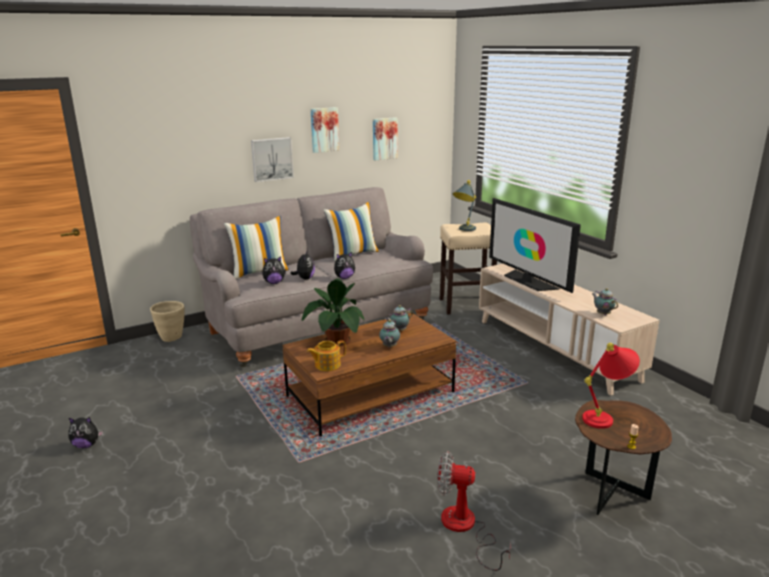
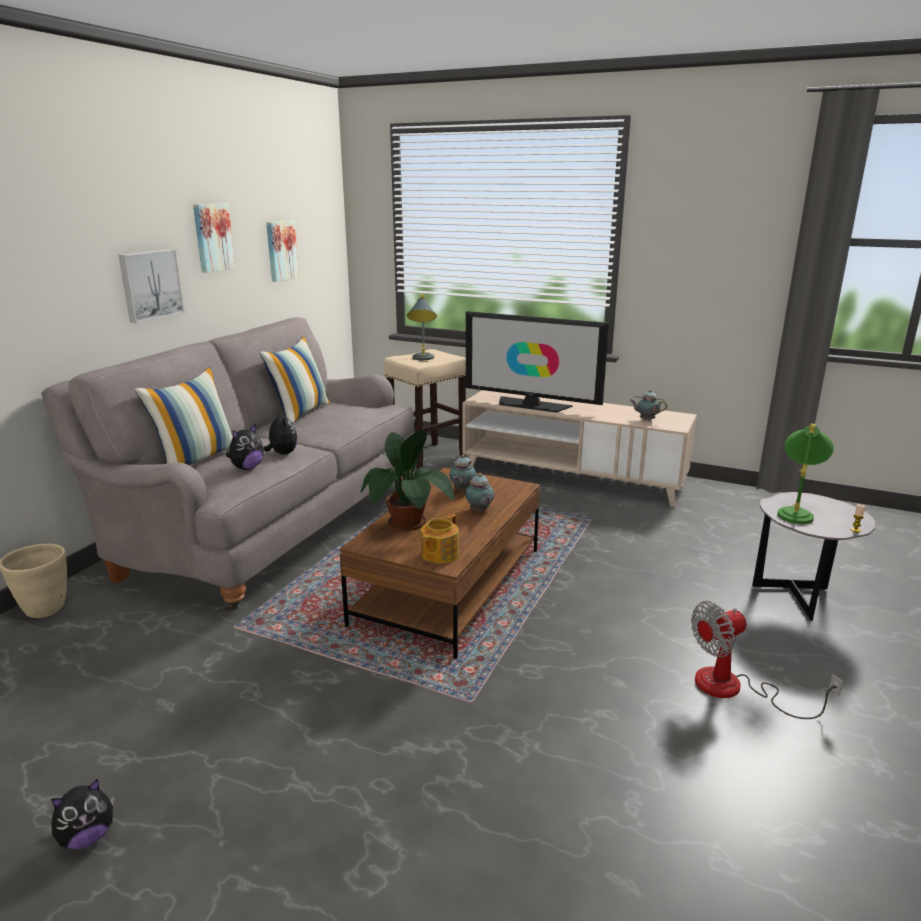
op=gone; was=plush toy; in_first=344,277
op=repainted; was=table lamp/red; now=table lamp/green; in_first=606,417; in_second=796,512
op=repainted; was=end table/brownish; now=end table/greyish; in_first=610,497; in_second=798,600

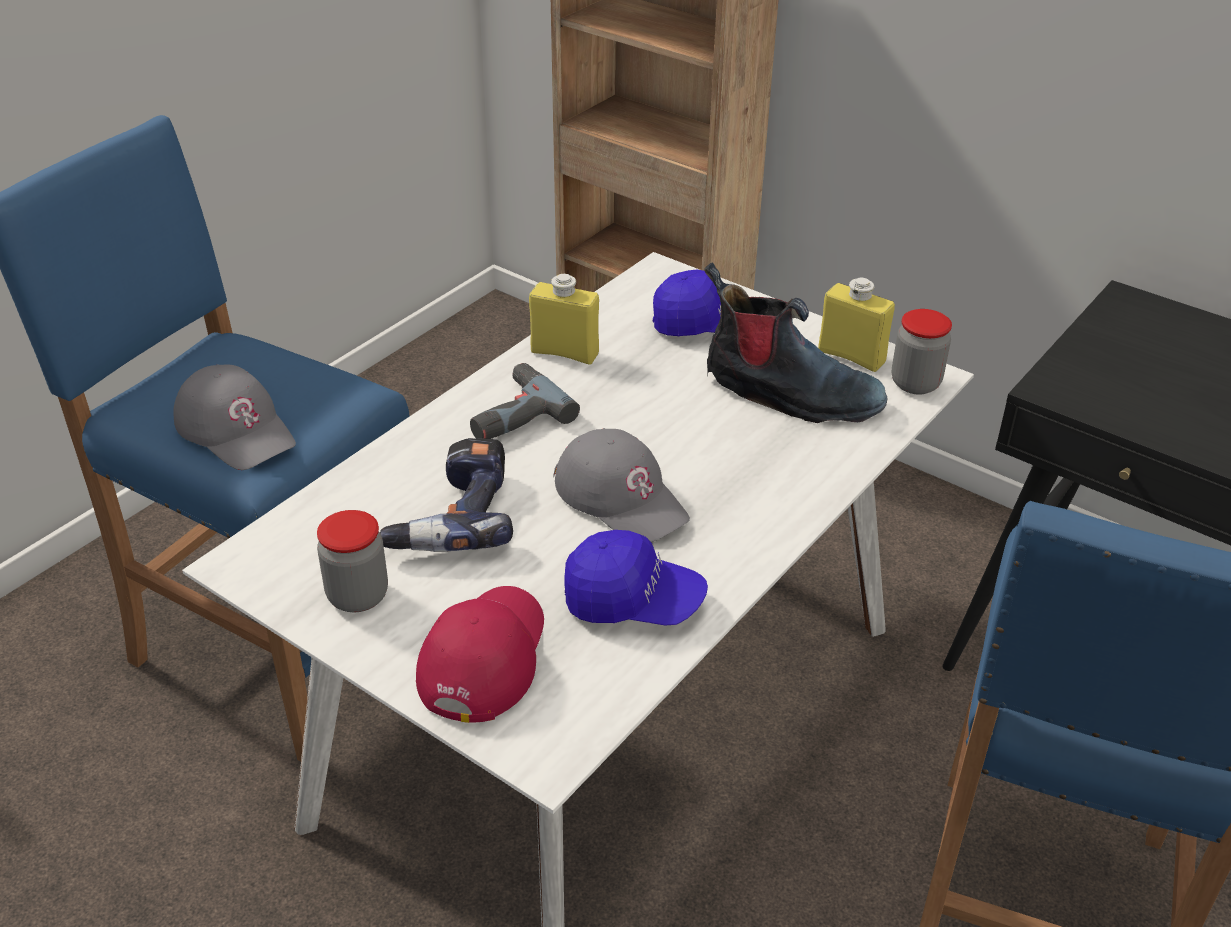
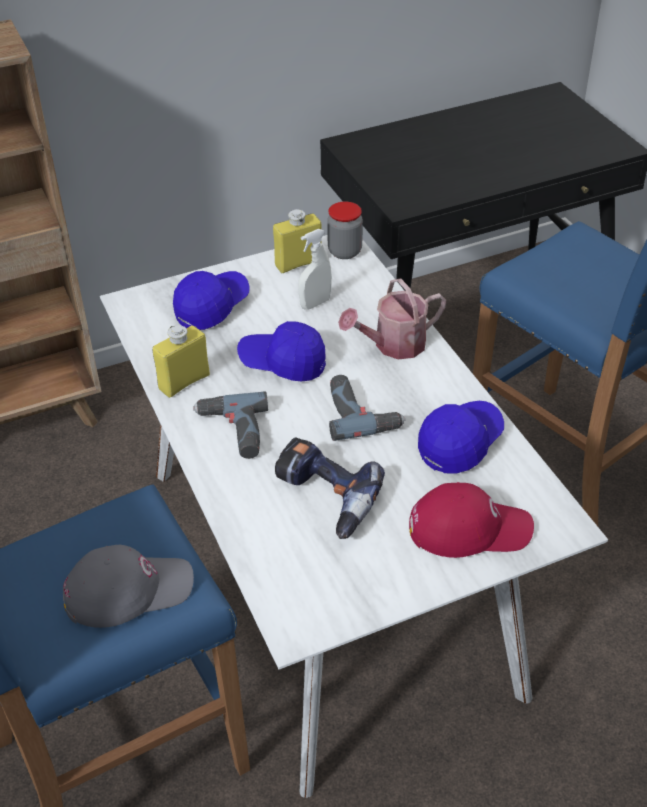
op=swapped; was=boot; now=spray bottle/white-coloured; in_first=789,395; in_second=315,303
op=swapped; was=cap/greyish; now=drill; in_first=621,497; in_second=361,412
op=gone; was=jar; in_first=358,596
op=rotated; was=cap/red; in_first=483,657; in_second=469,528; clockwise=135
op=new; now=watering pot; in_second=393,345
op=new; now=cap/bluish; in_second=283,363

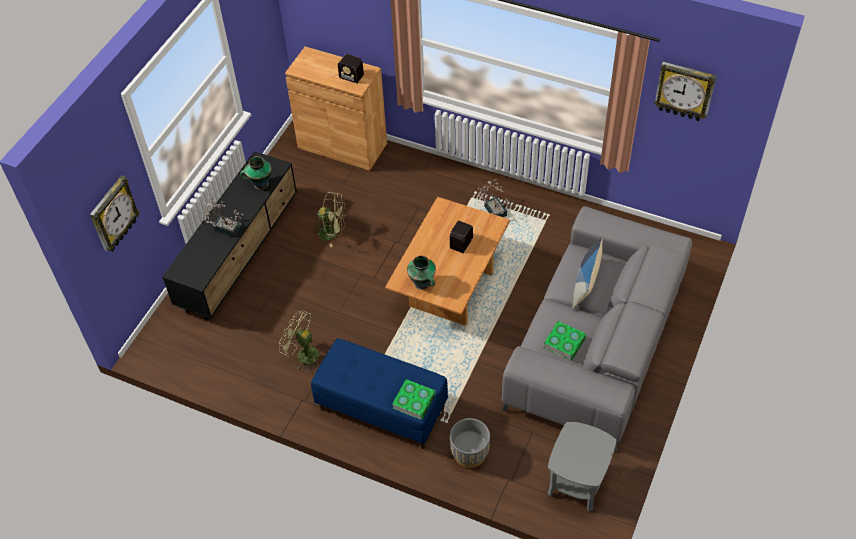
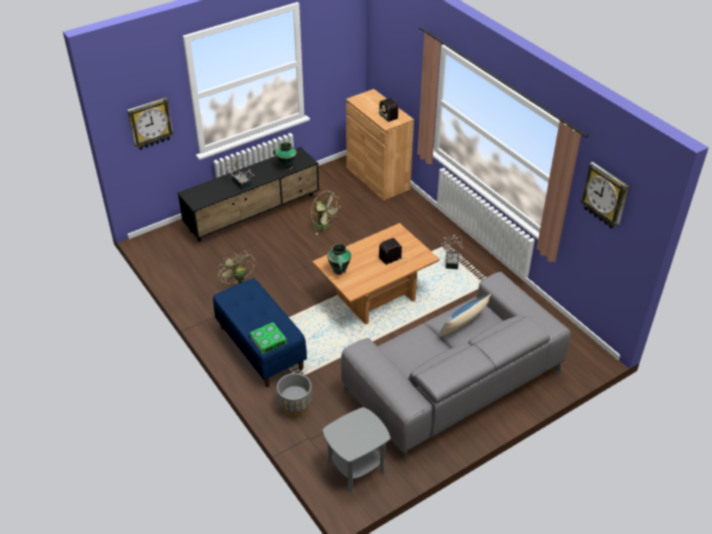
op=gone; was=volume; in_first=564,343

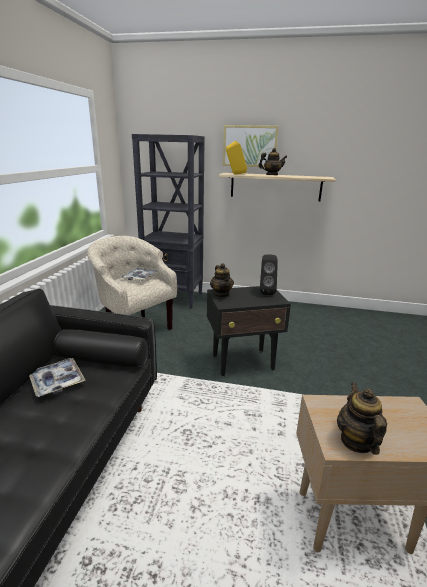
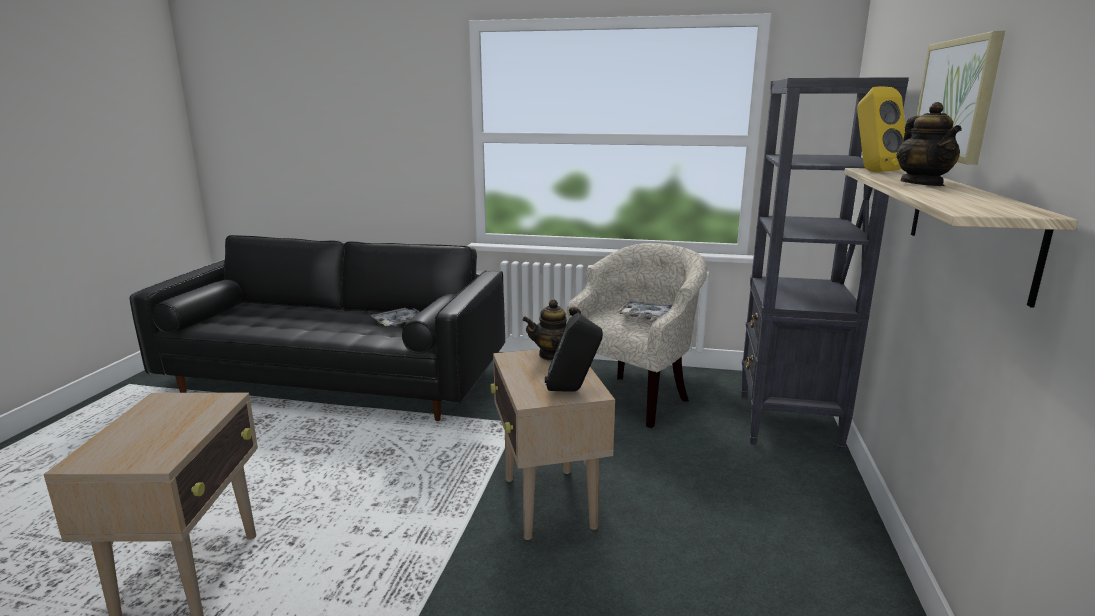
op=repainted; was=end table/black; now=end table/sand-coloured; in_first=243,362; in_second=548,503
op=gone; was=teapot; in_first=356,441

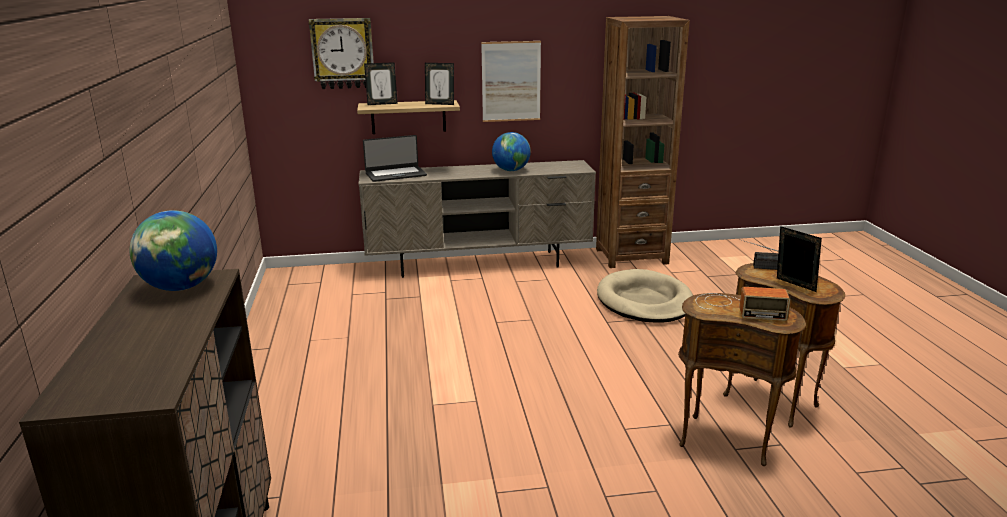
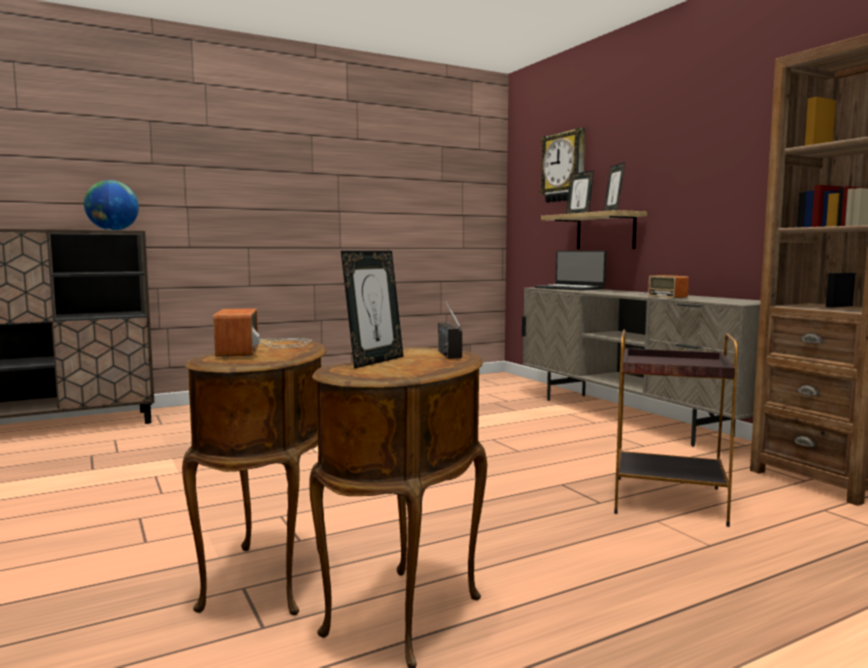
op=gone; was=wall art; in_first=511,81
op=swapped; was=globe; now=radio receiver; in_first=511,170; in_second=663,296
op=swapped; was=dog bed/sand-coloured; now=end table/brownish; in_first=644,301; in_second=667,500

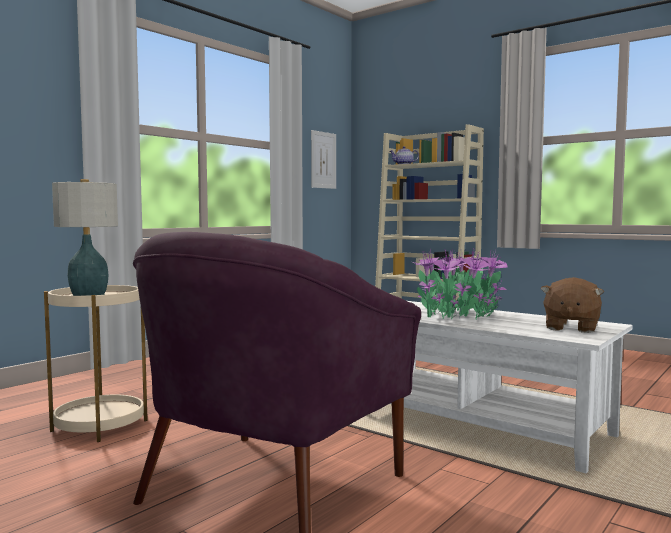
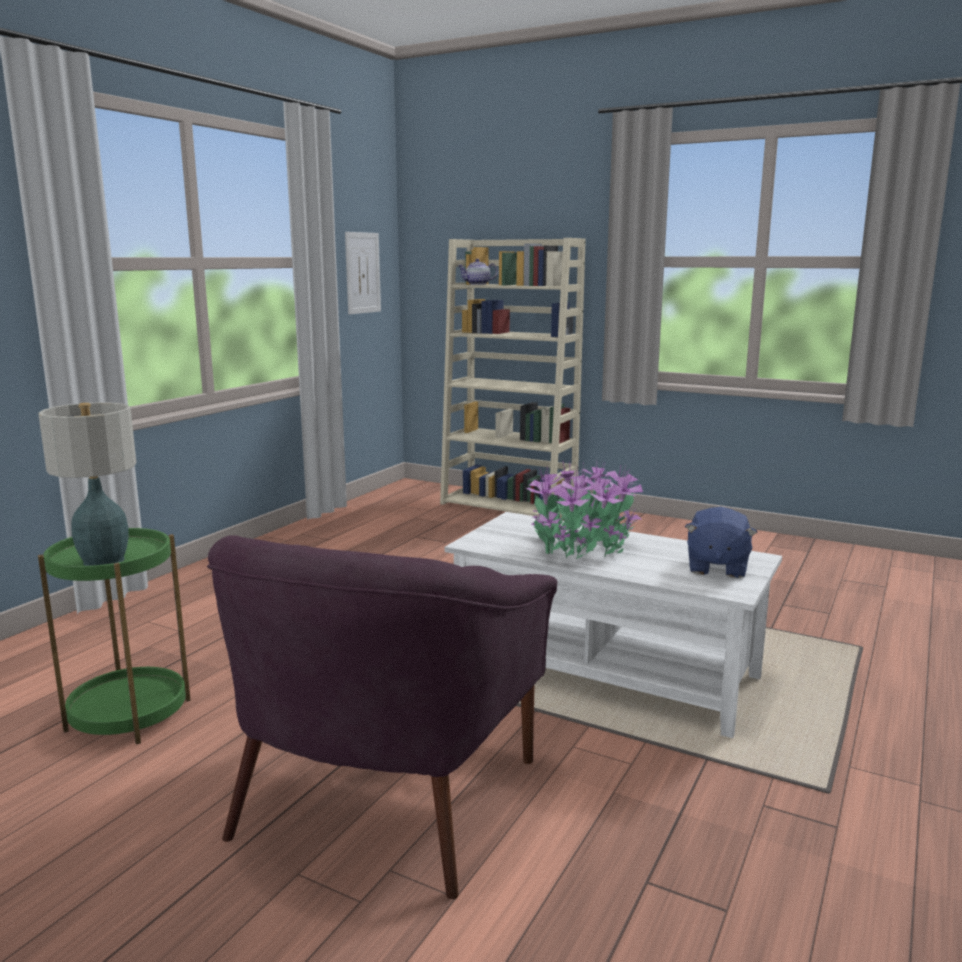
op=repainted; was=plush toy/brownish; now=plush toy/bluish; in_first=570,327; in_second=716,567
op=repainted; was=end table/sand-coloured; now=end table/green; in_first=99,425; in_second=128,715

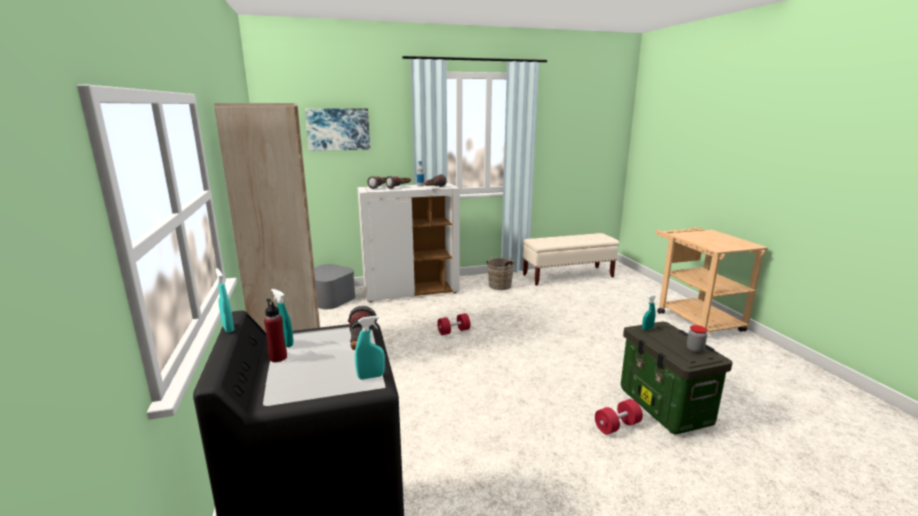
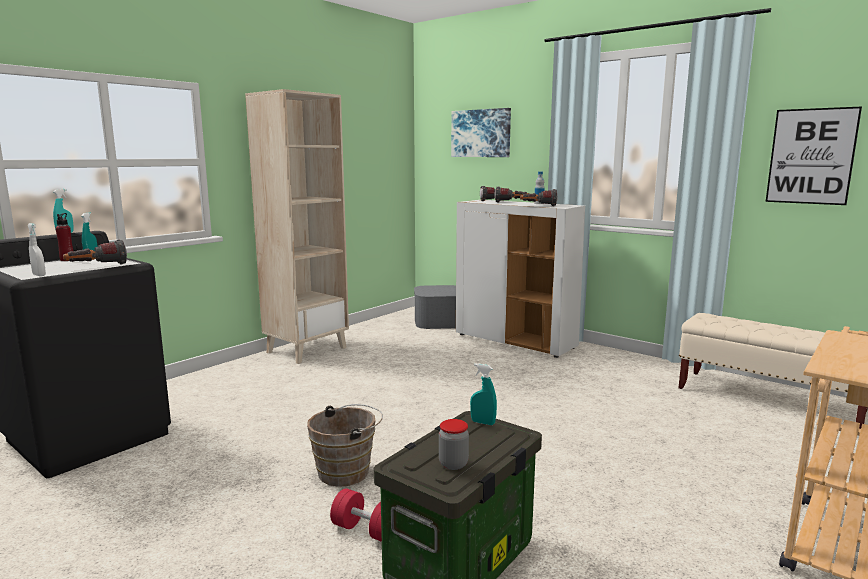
op=shifted; was=pail/brownish; in_first=500,285; in_second=348,471
op=gone; was=dumbbell/red; in_first=453,331
op=repainted; was=spray bottle/blue-green; now=spray bottle/white-coloured; in_first=371,376; in_second=39,275
op=new; now=wall art; in_second=811,156

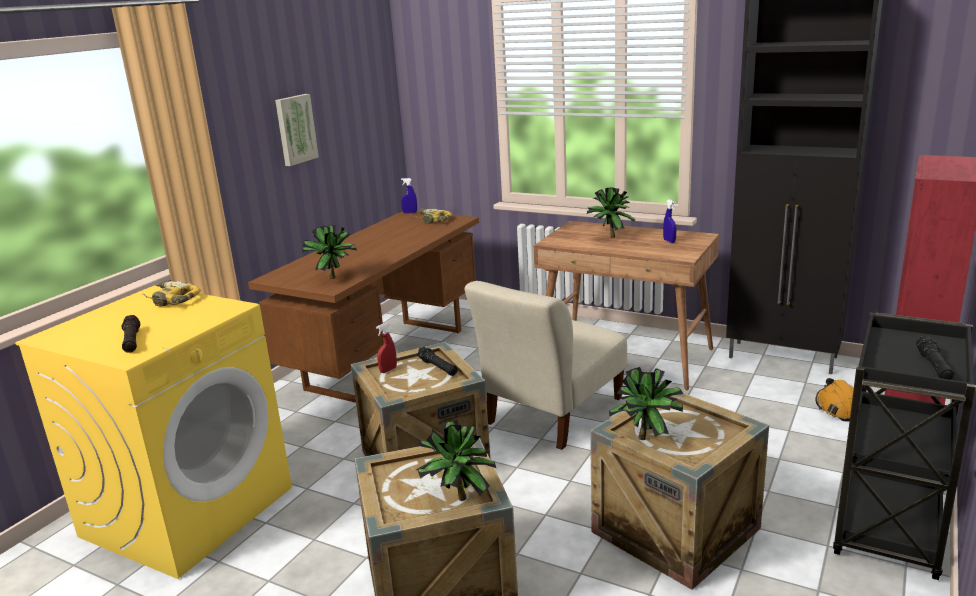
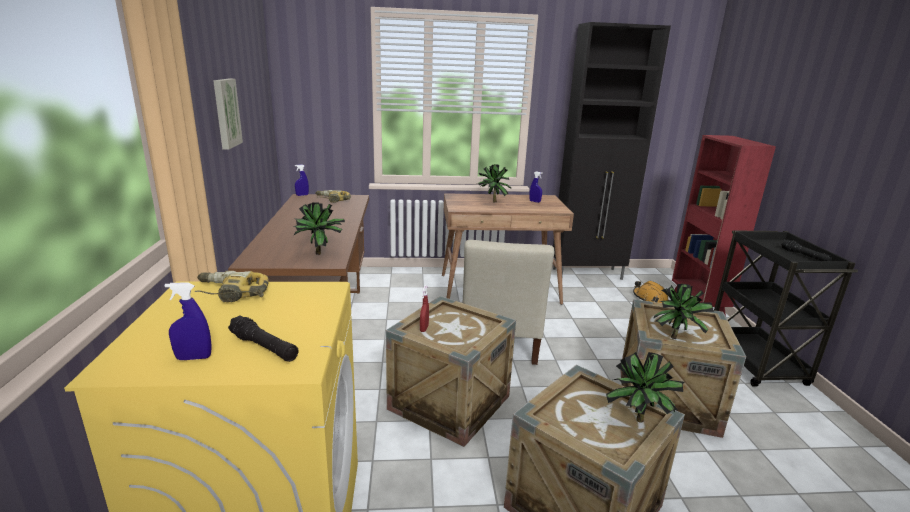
op=gone; was=torch/black; in_first=438,367
op=new; now=spray bottle/bluish; in_second=193,358

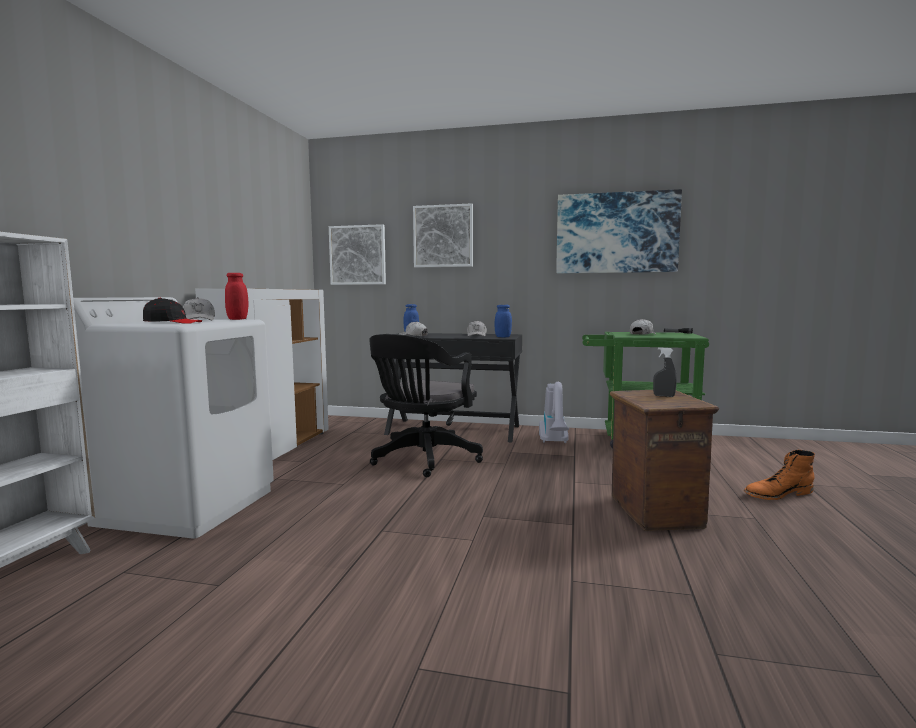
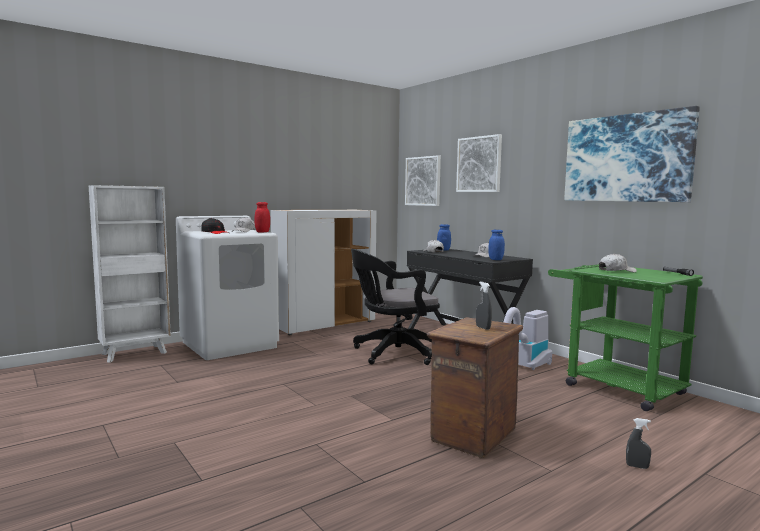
op=swapped; was=boot/orange; now=spray bottle/greyish; in_first=777,494; in_second=637,466

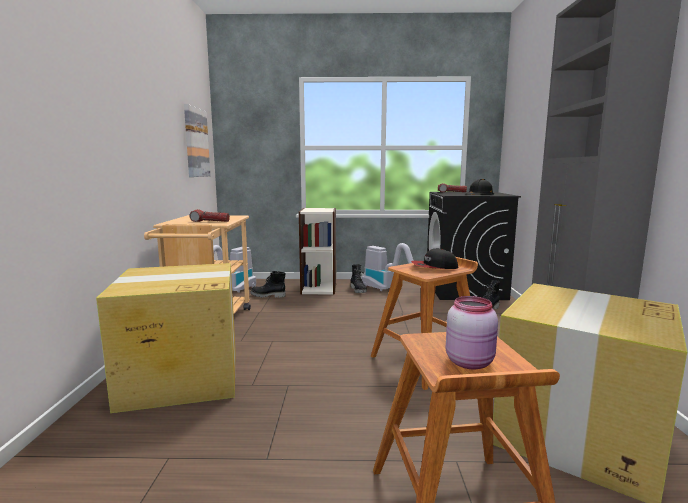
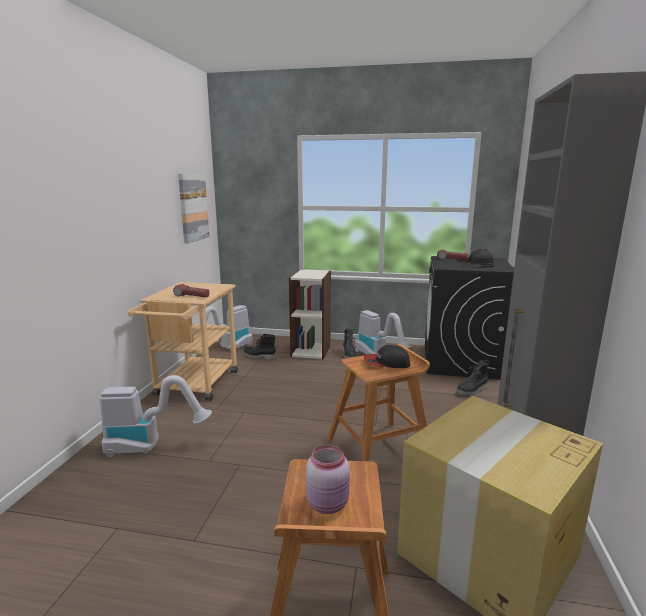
op=swapped; was=cardboard box; now=vacuum; in_first=180,377; in_second=151,445

